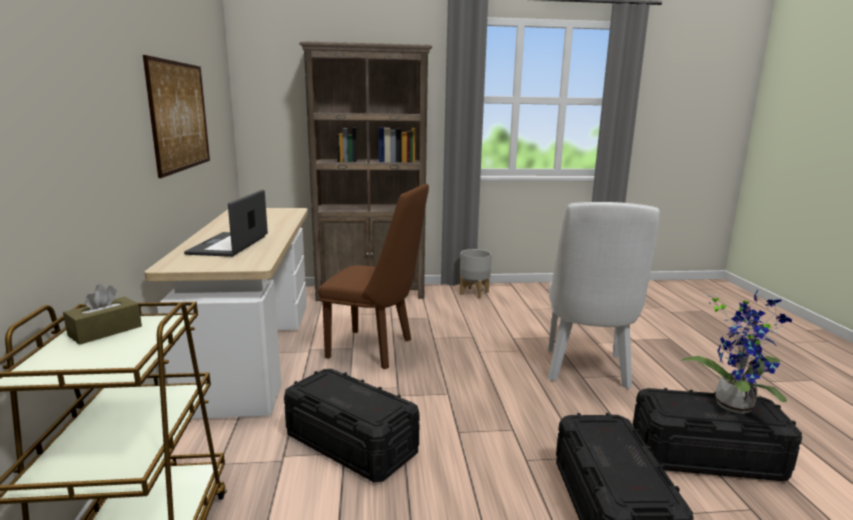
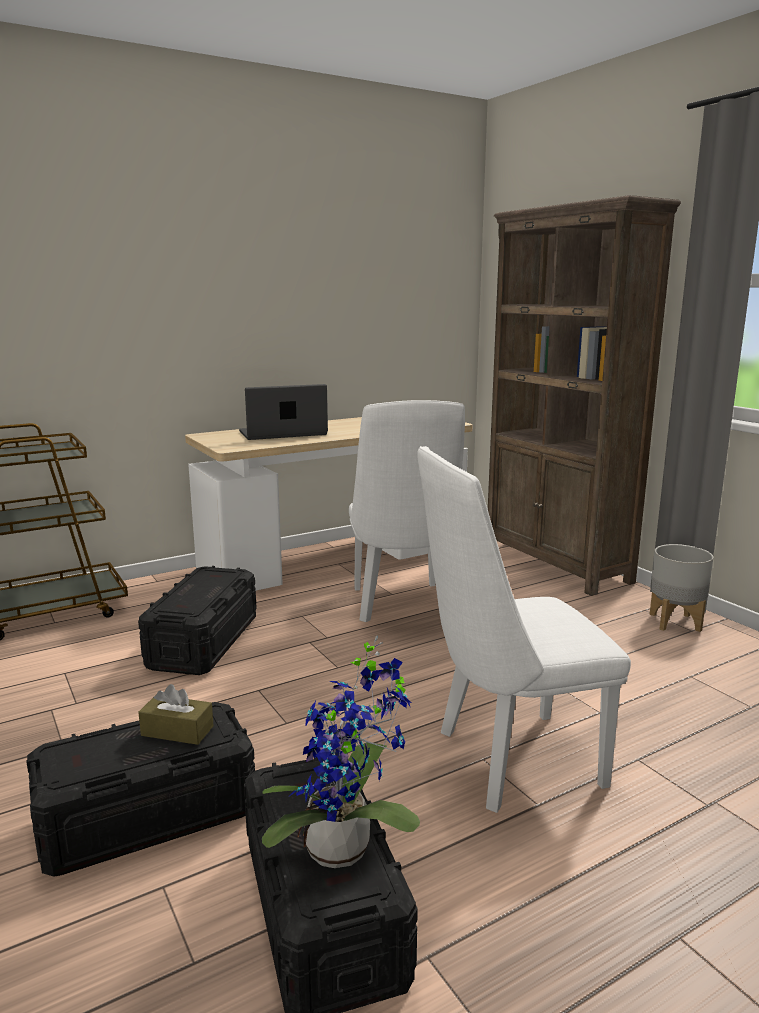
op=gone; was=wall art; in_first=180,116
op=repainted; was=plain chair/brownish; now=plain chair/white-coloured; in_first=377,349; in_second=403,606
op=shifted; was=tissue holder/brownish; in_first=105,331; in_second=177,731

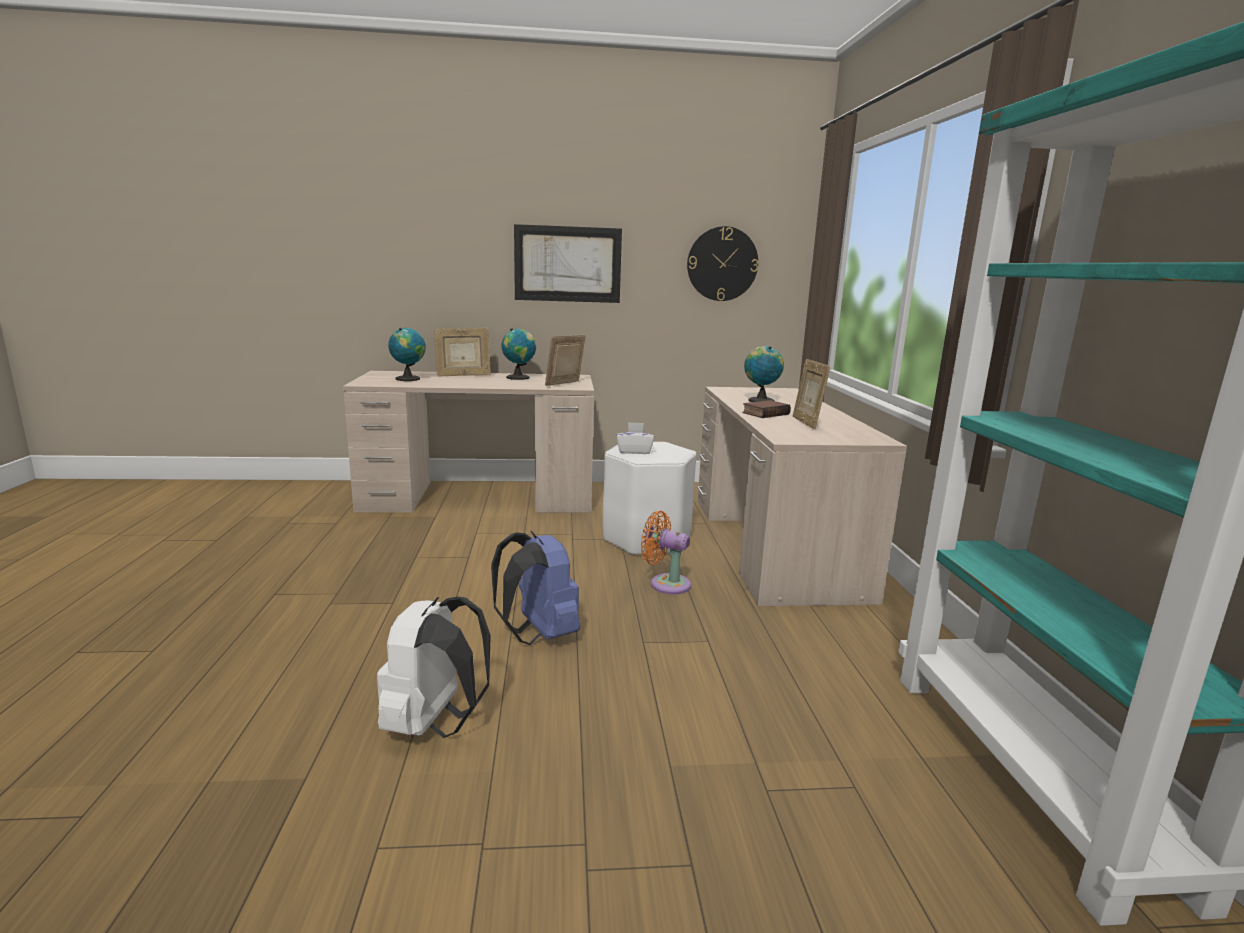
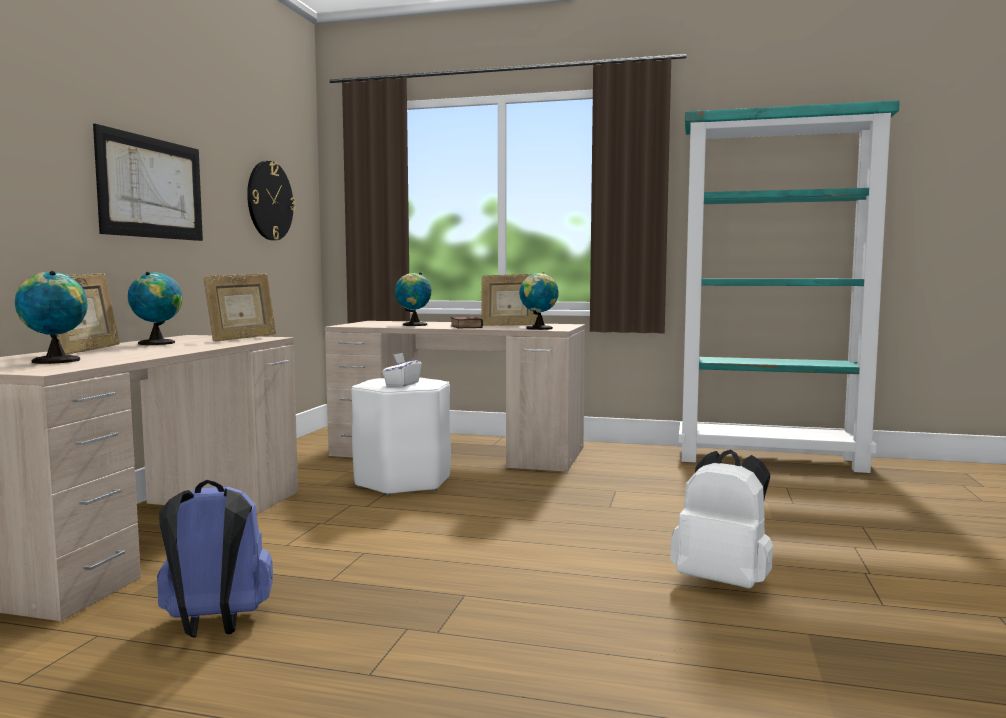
op=rotated; was=photo frame; in_first=565,384; in_second=242,339; clockwise=-105
op=gone; was=electric fan/orange; in_first=666,583
op=shifted; was=rucksack/bluish; in_first=539,634; in_second=215,625
op=new; now=globe; in_second=538,328

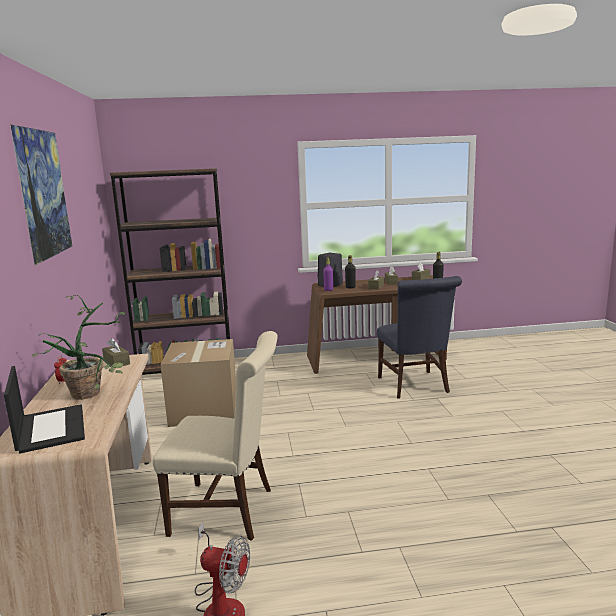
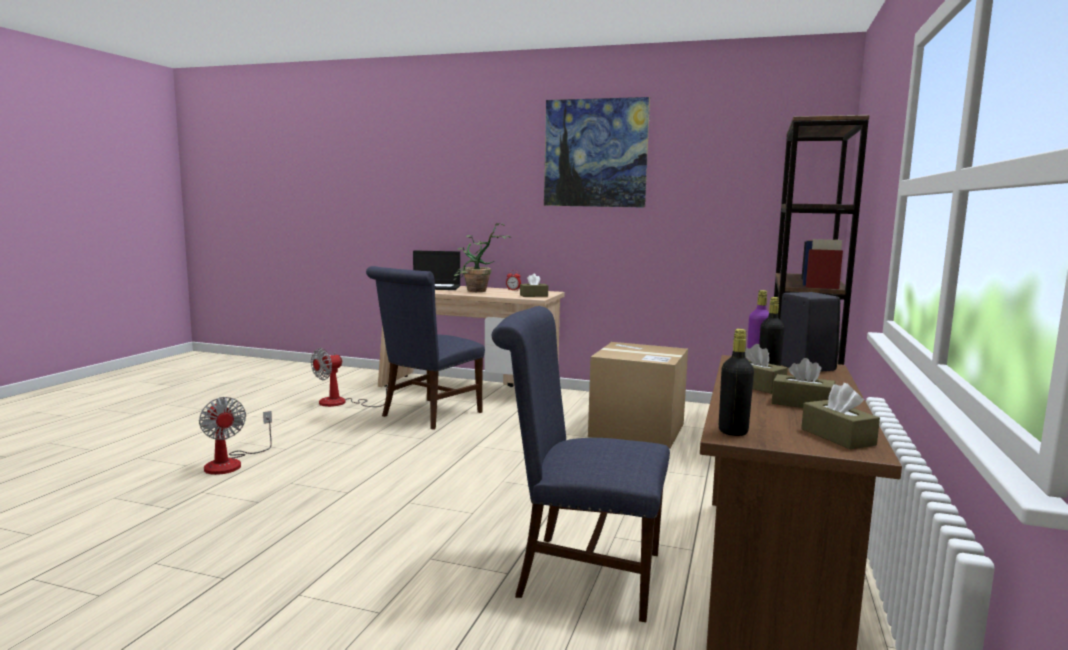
op=repainted; was=plain chair/sand-coloured; now=plain chair/bluish; in_first=229,510; in_second=427,415
op=new; now=electric fan; in_second=231,463

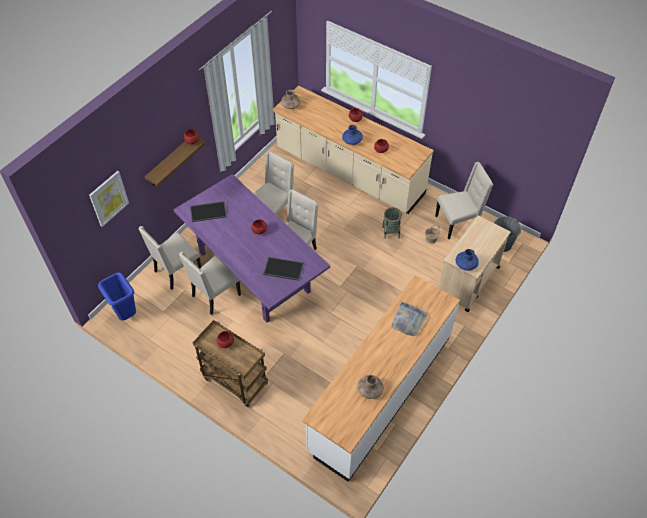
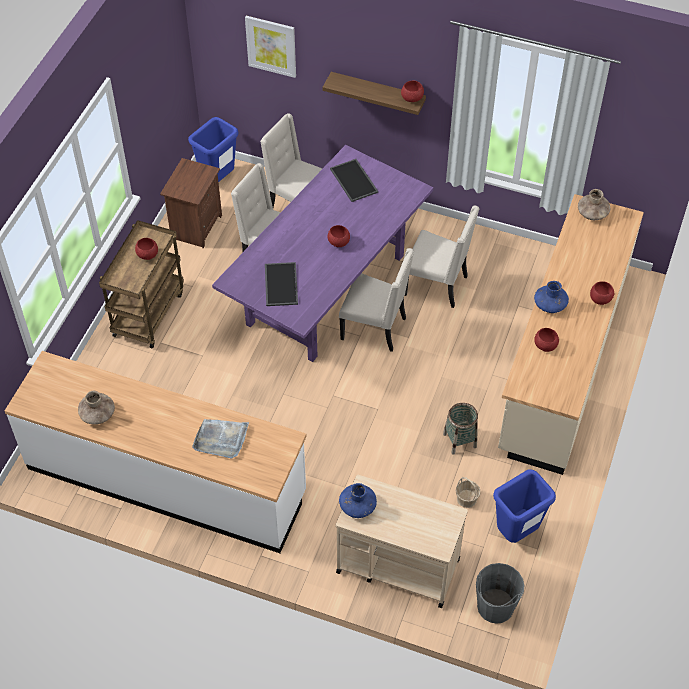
op=swapped; was=plain chair/sand-coloured; now=waste bin/bluish; in_first=458,223; in_second=516,533
op=new; now=nightstand/brownish; in_second=195,227

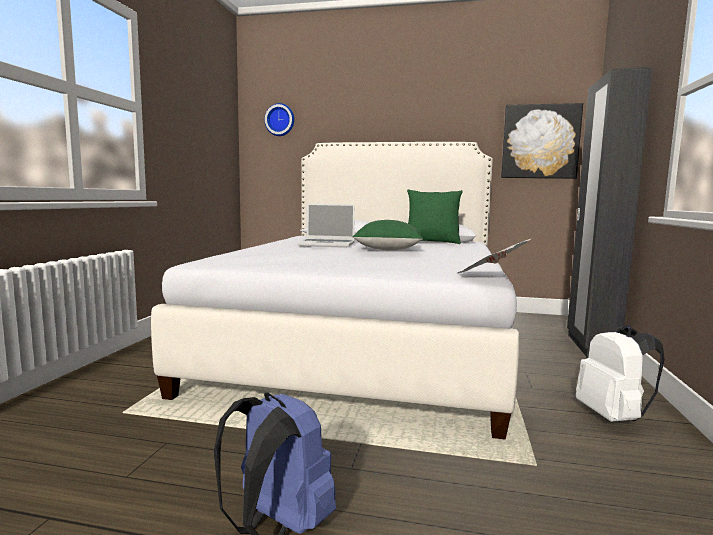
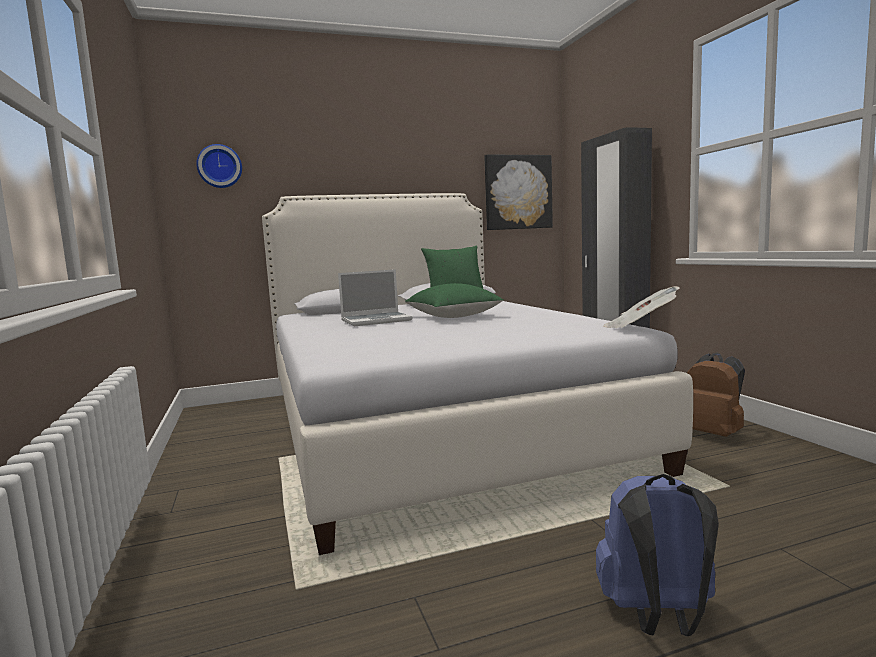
op=repainted; was=rucksack/white-coloured; now=rucksack/brownish; in_first=613,417; in_second=712,434

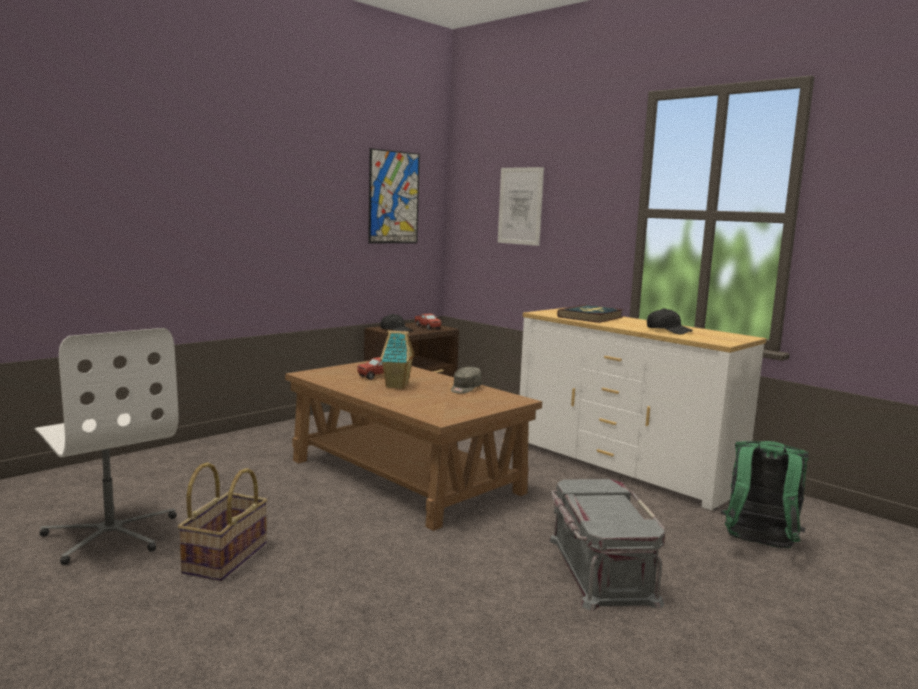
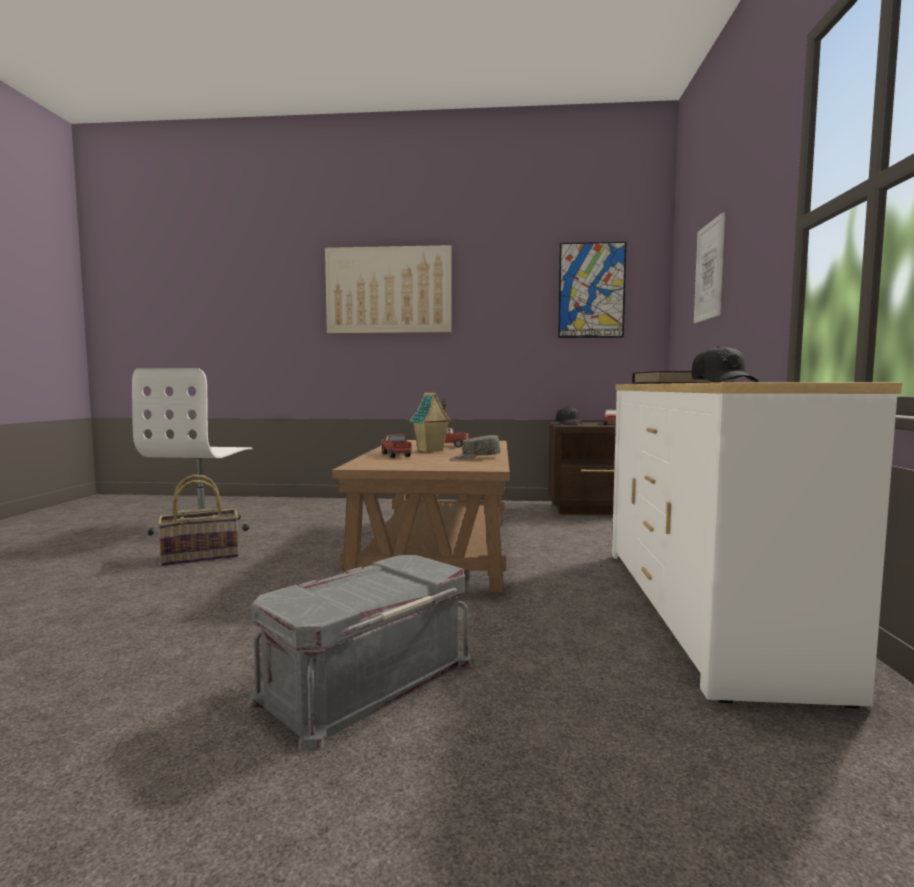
op=gone; was=rucksack/green; in_first=758,545
op=new; now=wall art; in_second=388,290
op=new; now=toy lorry; in_second=396,455

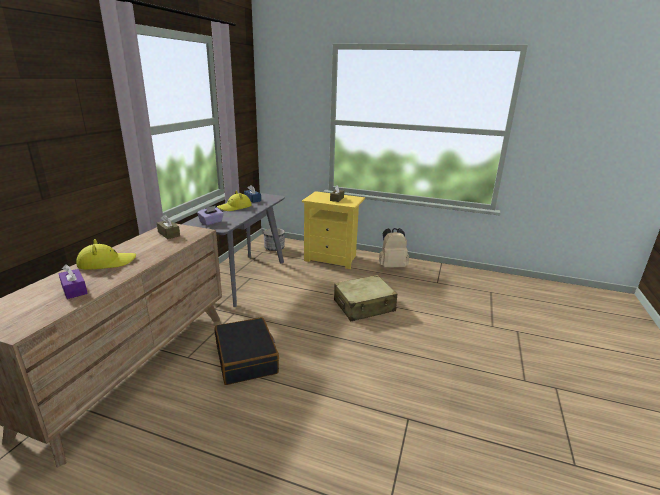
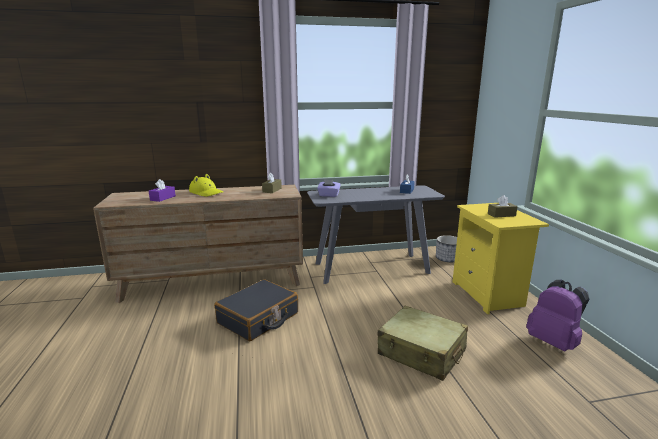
op=gone; was=clothing hat/yellowish; in_first=235,207
op=repainted; was=rucksack/sand-coloured; now=rucksack/purple-coloured; in_first=392,266; in_second=553,342

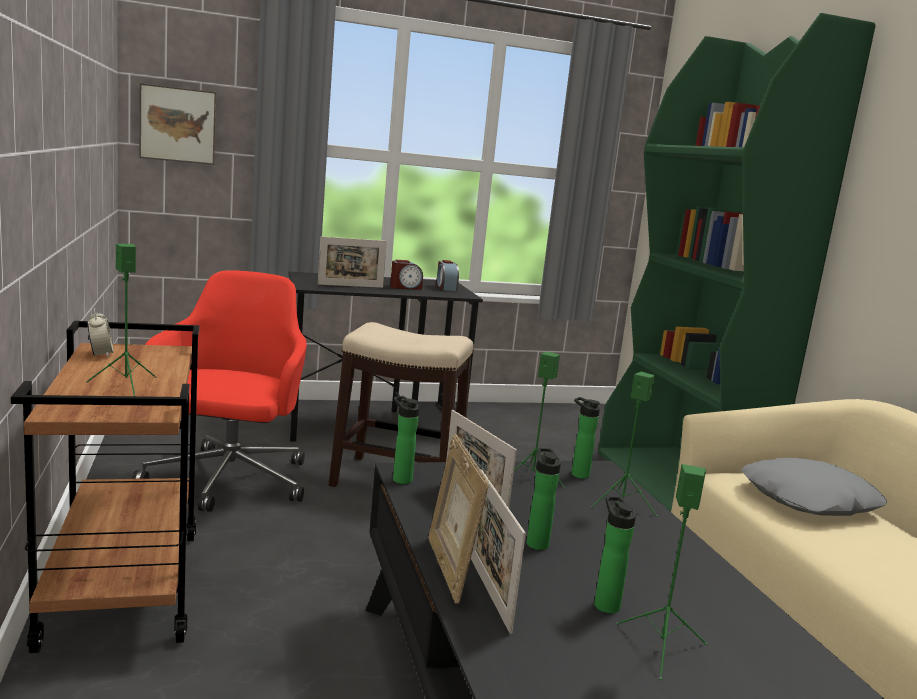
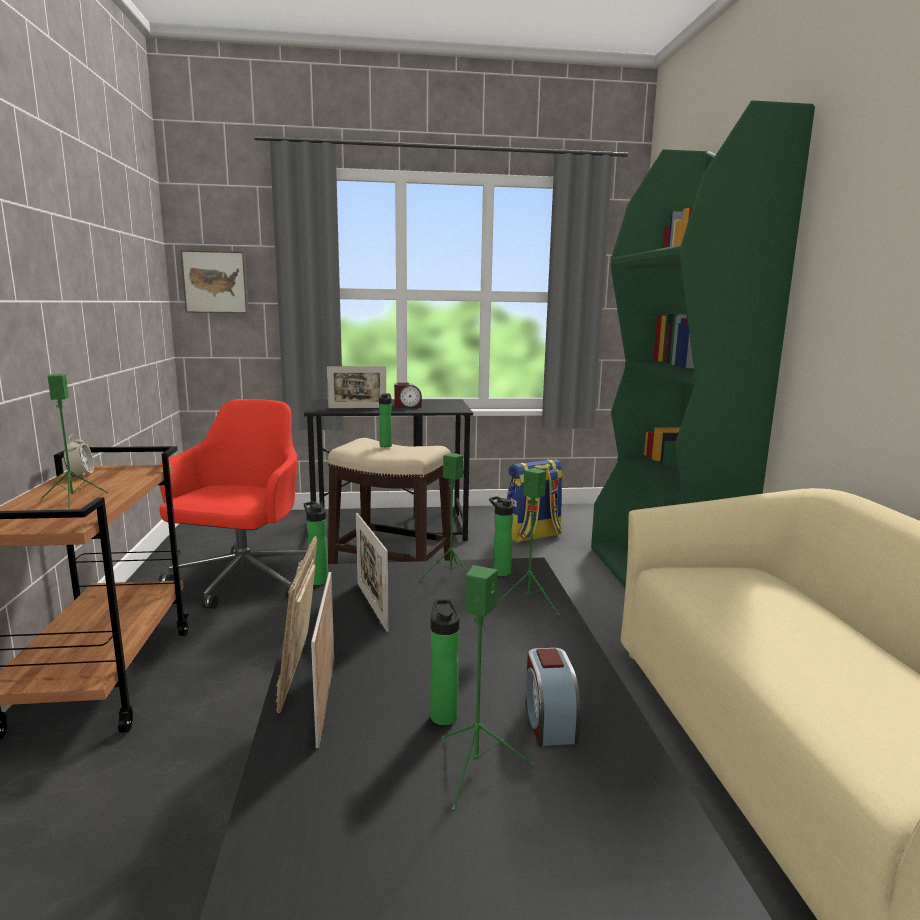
op=shifted; was=table clock; in_first=446,288; in_second=549,721
op=shifted; was=drink bottle; in_first=536,543; in_second=386,445
op=gone; was=throw pillow/greyish; in_first=809,500
op=new; now=rucksack; in_second=533,536

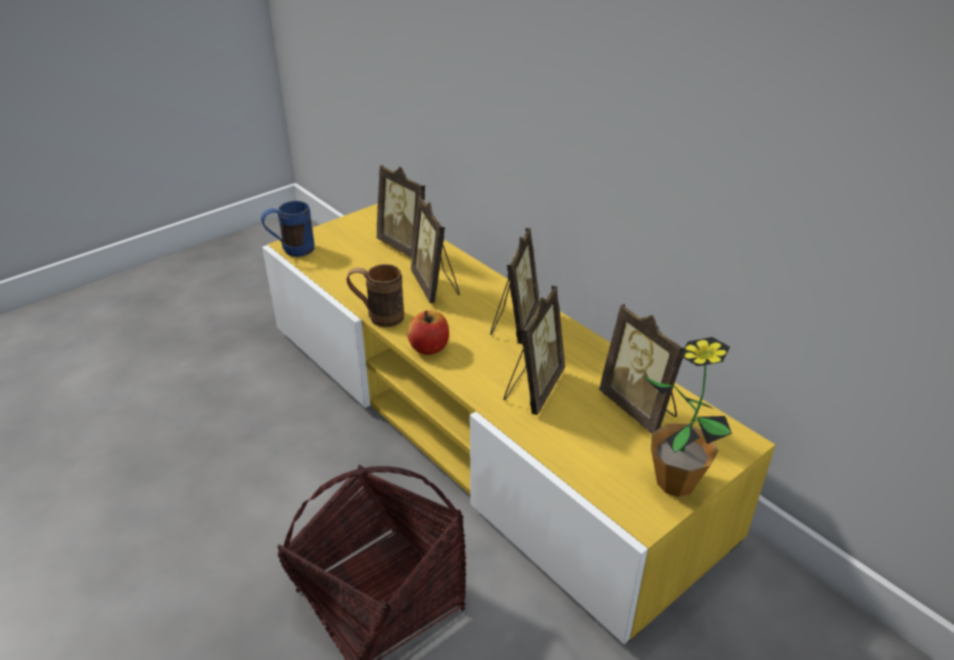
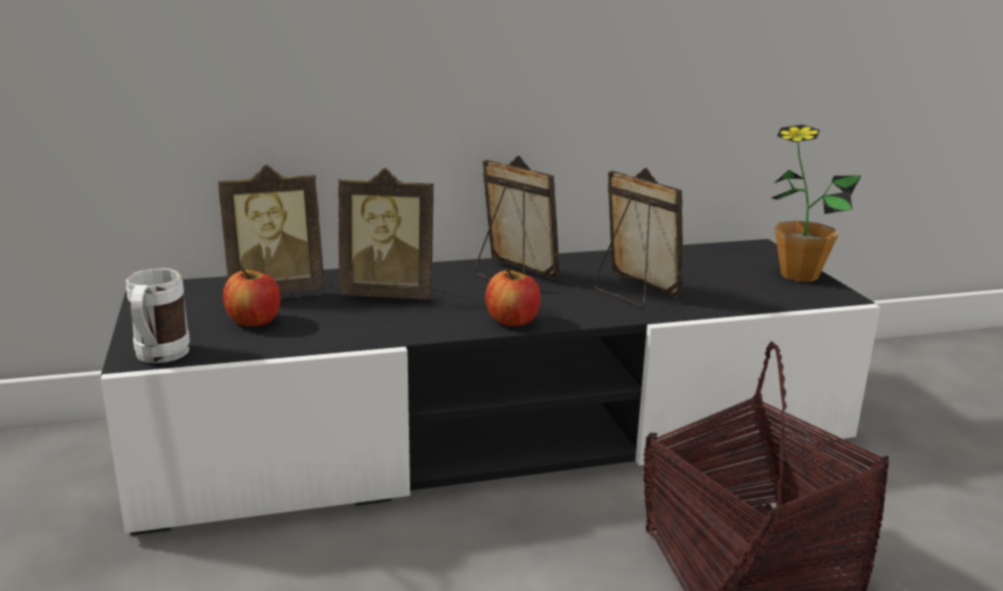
op=repainted; was=coffee mug/bluish; now=coffee mug/white-coloured; in_first=291,251; in_second=158,358
op=repainted; was=media console/yellowish; now=media console/black; in_first=477,421; in_second=498,433
op=gone; was=coffee mug/brownish; in_first=378,317
op=gone; was=photo frame; in_first=640,408
op=new; now=apple; in_second=254,321

